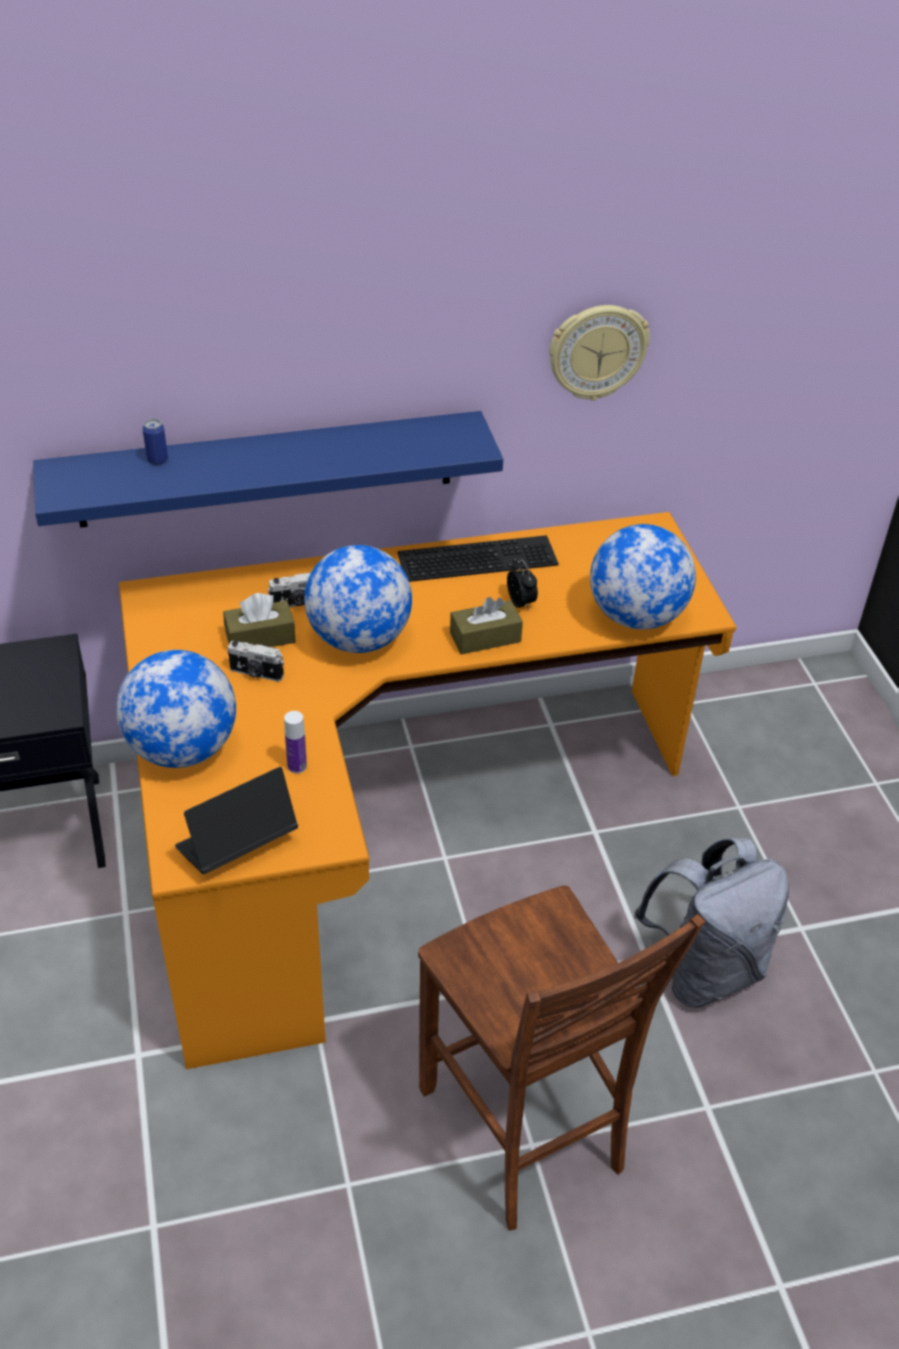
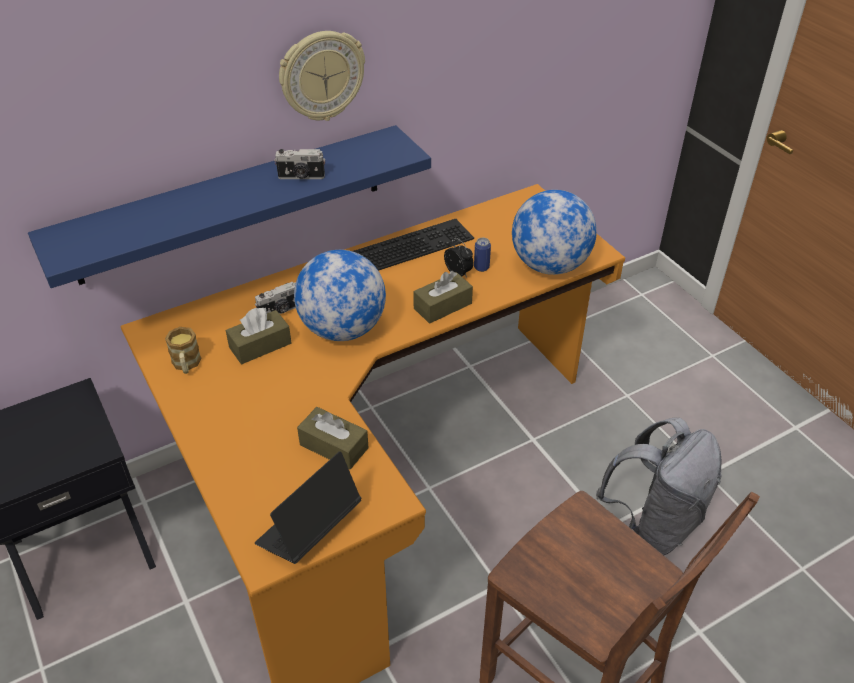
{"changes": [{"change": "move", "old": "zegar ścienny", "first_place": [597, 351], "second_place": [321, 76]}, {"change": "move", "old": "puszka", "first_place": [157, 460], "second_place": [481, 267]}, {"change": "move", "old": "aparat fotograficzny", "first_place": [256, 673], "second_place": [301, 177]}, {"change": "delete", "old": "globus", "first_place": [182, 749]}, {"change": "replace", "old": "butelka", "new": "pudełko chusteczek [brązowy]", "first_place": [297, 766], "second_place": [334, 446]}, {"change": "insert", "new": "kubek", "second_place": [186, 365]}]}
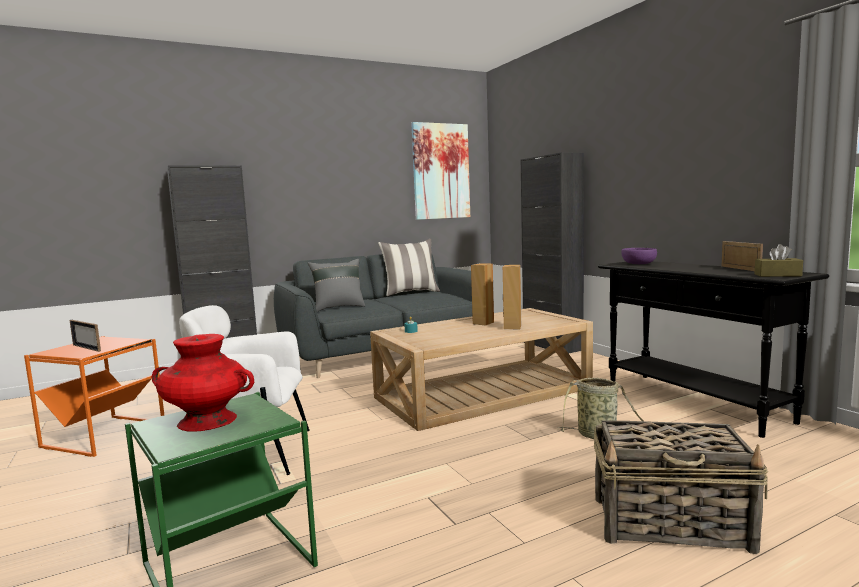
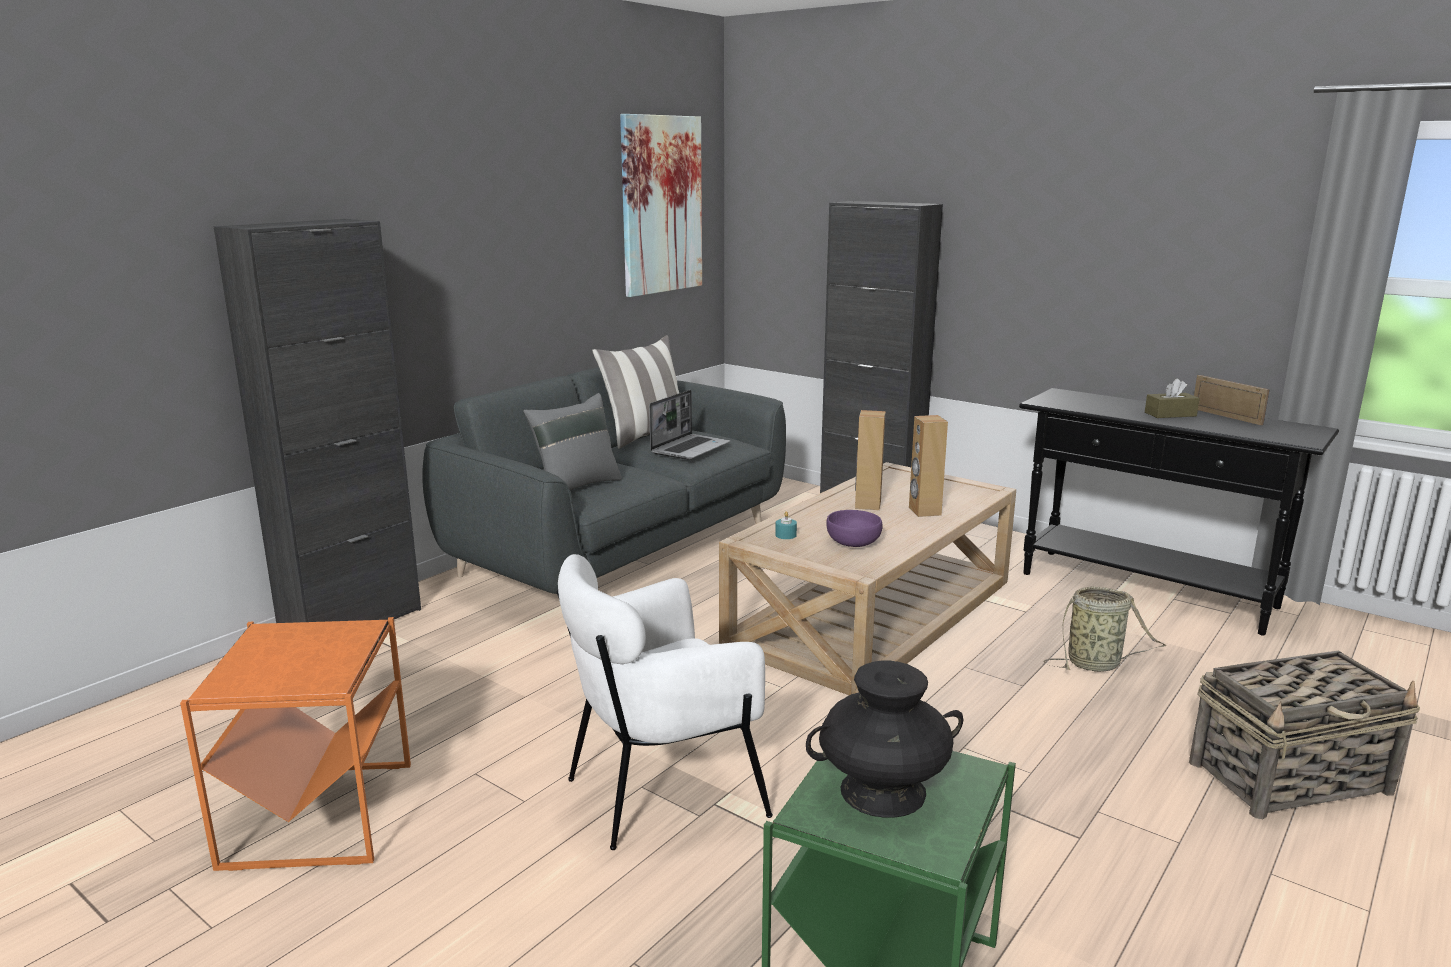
{"changes": [{"change": "move", "old": "pudełko chusteczek [brązowy]", "first_place": [777, 275], "second_place": [1170, 414]}, {"change": "move", "old": "miska [fioletowy]", "first_place": [638, 264], "second_place": [853, 543]}, {"change": "delete", "old": "ramka na zdjęcie", "first_place": [86, 348]}, {"change": "recolor", "old": "wazon [czerwony]", "new": "wazon [czarny]", "first_place": [206, 421], "second_place": [882, 792]}, {"change": "insert", "new": "laptop", "second_place": [690, 448]}]}
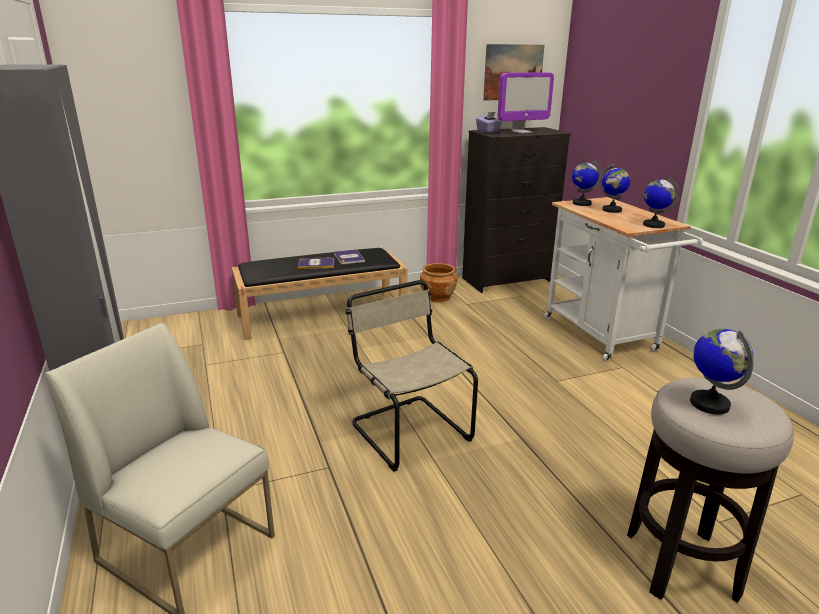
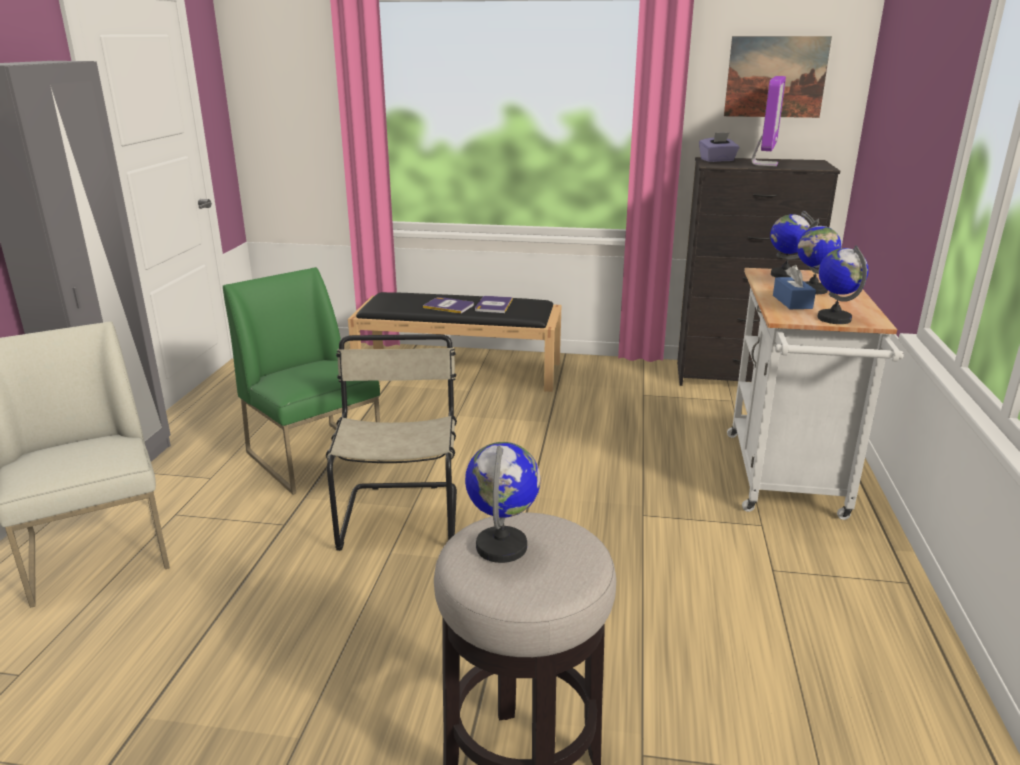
{"changes": [{"change": "rotate", "old": "monitor", "first_place": [521, 132], "second_place": [764, 164], "degrees": -75}, {"change": "delete", "old": "donica [brązowy]", "first_place": [437, 297]}, {"change": "insert", "new": "pudełko chusteczek [niebieski]", "second_place": [792, 302]}, {"change": "insert", "new": "krzesło [zielony]", "second_place": [315, 456]}]}
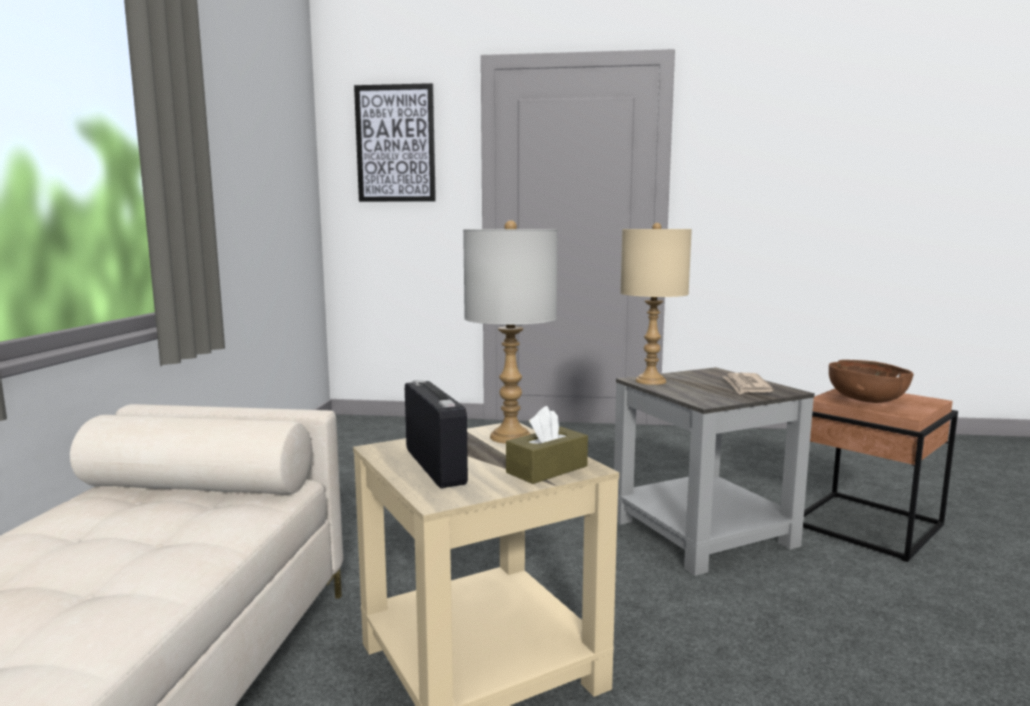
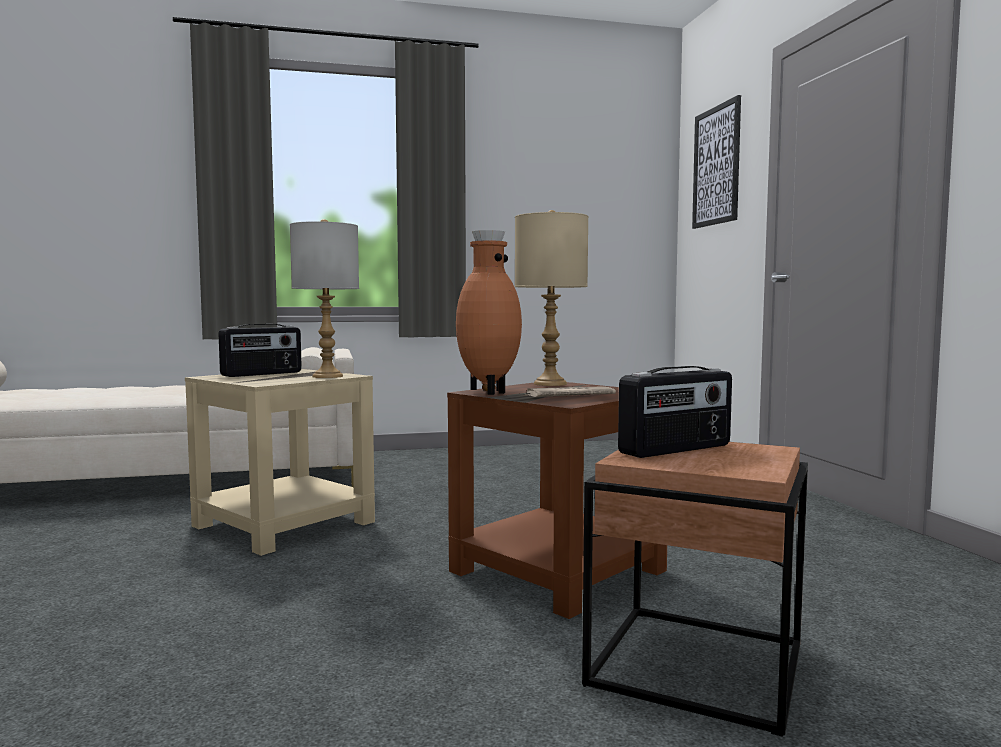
{"changes": [{"change": "replace", "old": "miska [brązowy]", "new": "radio", "first_place": [866, 401], "second_place": [676, 449]}, {"change": "recolor", "old": "stolik [szary]", "new": "stolik [brązowy]", "first_place": [705, 532], "second_place": [558, 572]}, {"change": "delete", "old": "pudełko chusteczek [brązowy]", "first_place": [547, 469]}, {"change": "insert", "new": "wazon [brązowy]", "second_place": [487, 392]}]}
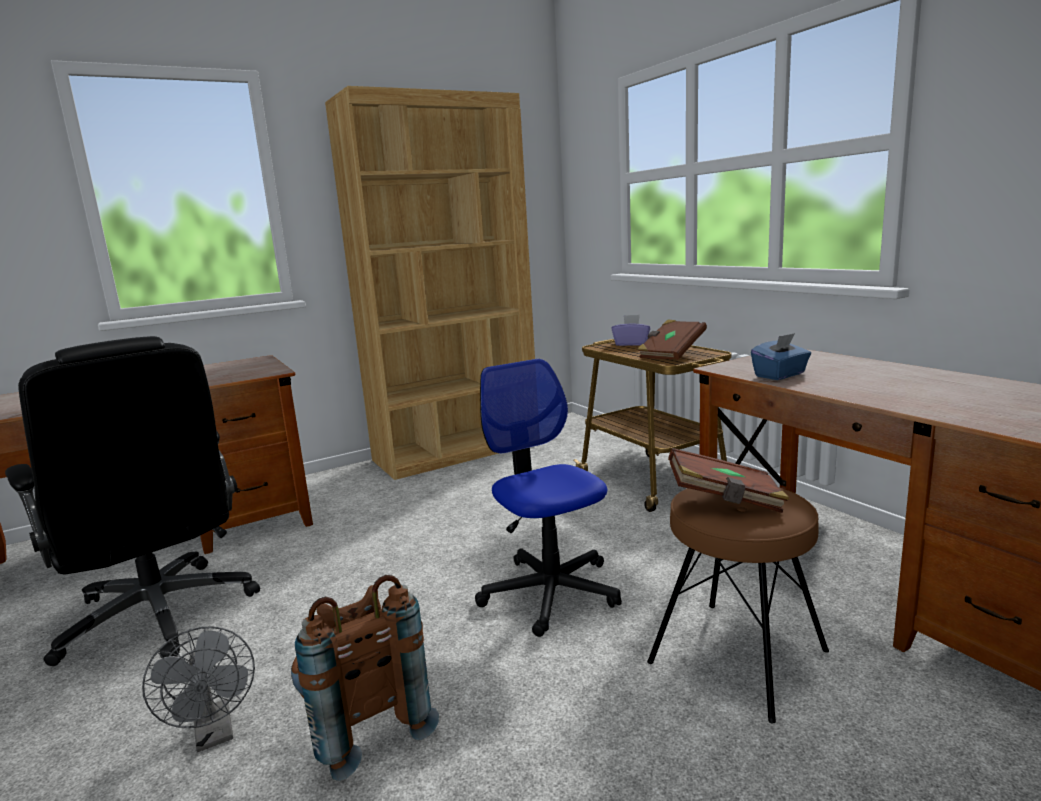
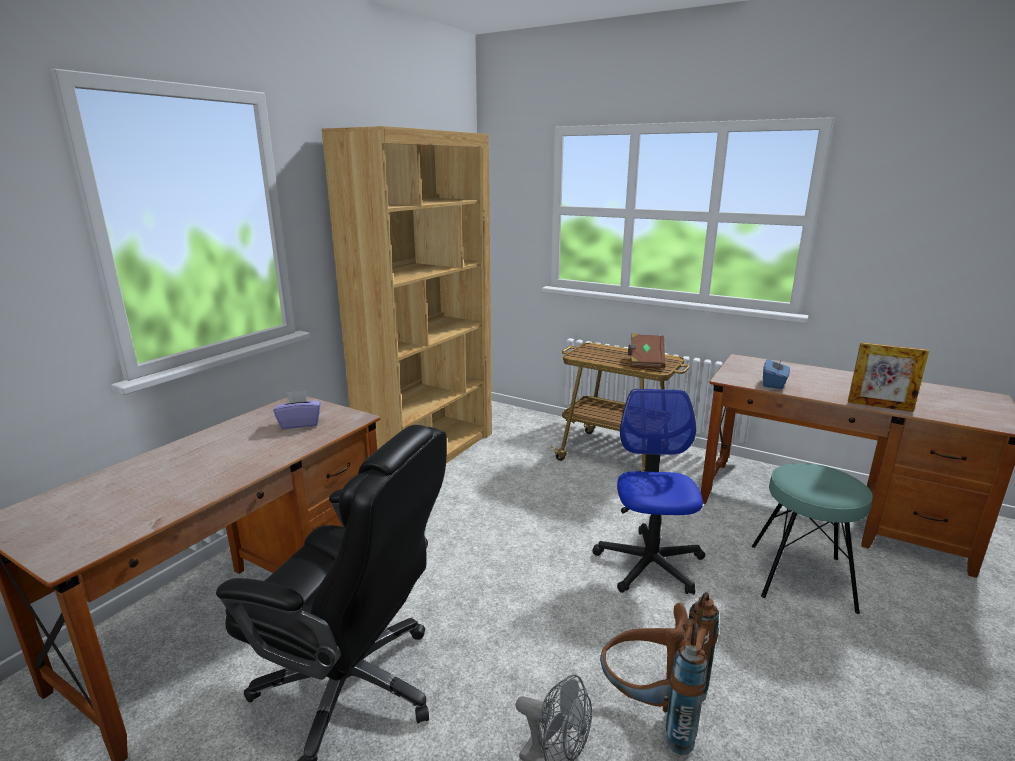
{"changes": [{"change": "move", "old": "pudełko chusteczek [fioletowy]", "first_place": [631, 344], "second_place": [300, 423]}, {"change": "rotate", "old": "krzesło biurowe", "first_place": [550, 592], "second_place": [649, 564], "degrees": 60}, {"change": "delete", "old": "książka [brązowy]", "first_place": [725, 501]}, {"change": "recolor", "old": "stołek [brązowy]", "new": "stołek [turkusowy]", "first_place": [738, 656], "second_place": [801, 577]}, {"change": "insert", "new": "ramka na zdjęcie", "second_place": [879, 406]}]}
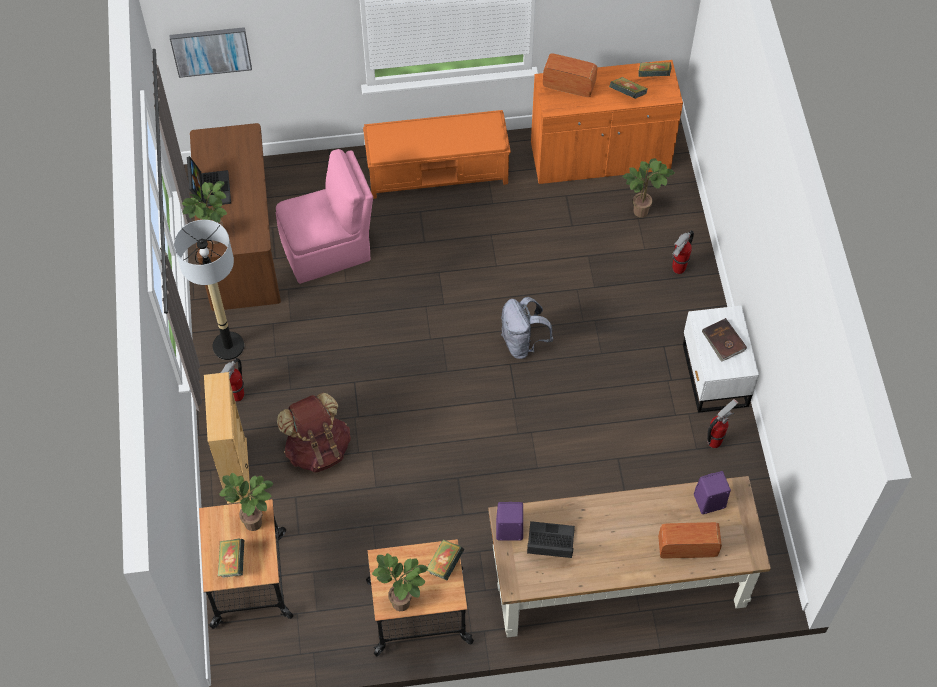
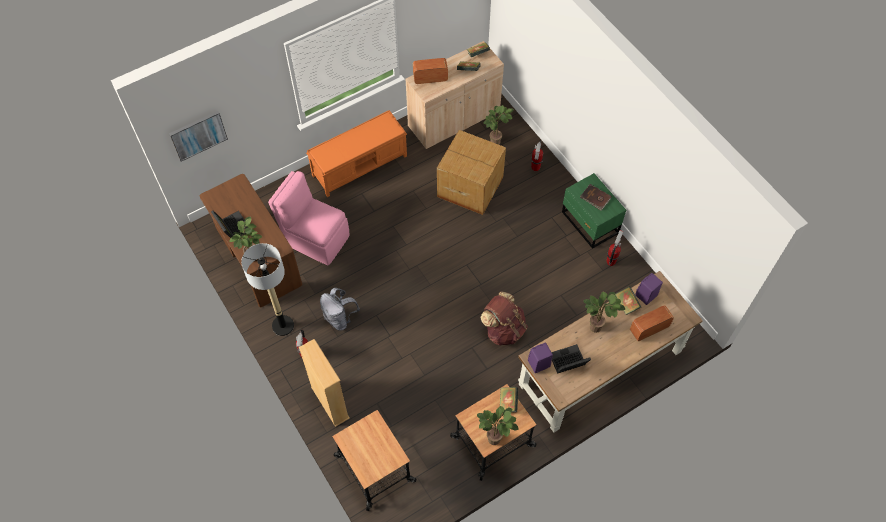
{"changes": [{"change": "recolor", "old": "szafka [pomarańczowy]", "new": "szafka [beżowy]", "first_place": [600, 157], "second_place": [454, 119]}, {"change": "rotate", "old": "krzesło [różowy]", "first_place": [328, 249], "second_place": [315, 239], "degrees": -105}, {"change": "move", "old": "plecak [szary]", "first_place": [522, 343], "second_place": [340, 318]}, {"change": "recolor", "old": "szafka nocna [biały]", "new": "szafka nocna [zielony]", "first_place": [713, 376], "second_place": [589, 223]}, {"change": "move", "old": "plecak [brązowy]", "first_place": [317, 448], "second_place": [503, 329]}, {"change": "move", "old": "roślina doniczkowa", "first_place": [256, 522], "second_place": [597, 326]}, {"change": "move", "old": "książka", "first_place": [232, 562], "second_place": [626, 304]}, {"change": "insert", "new": "karton", "second_place": [469, 186]}]}
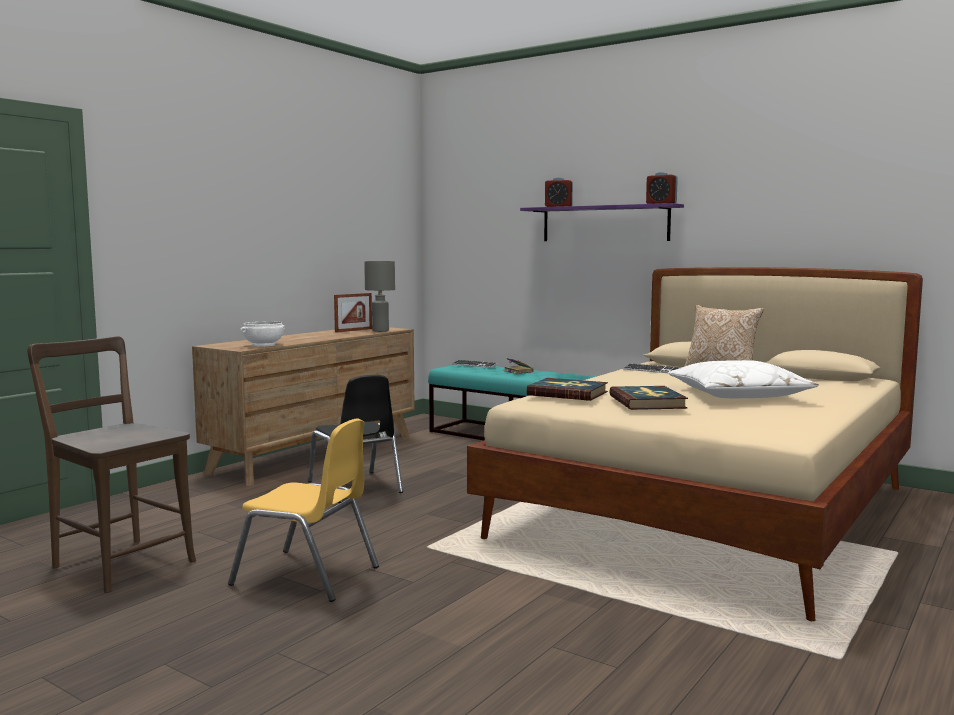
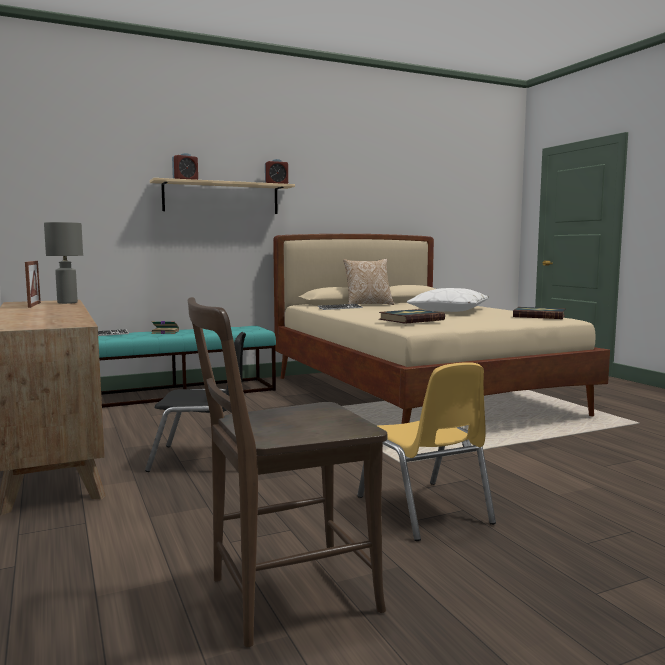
{"changes": [{"change": "recolor", "old": "półka [fioletowy]", "new": "półka [beżowy]", "first_place": [604, 223], "second_place": [221, 198]}, {"change": "delete", "old": "miska [biały]", "first_place": [264, 345]}, {"change": "move", "old": "książka", "first_place": [647, 402], "second_place": [539, 316]}, {"change": "rotate", "old": "krzesło [żółty]", "first_place": [306, 576], "second_place": [424, 510], "degrees": 105}]}
